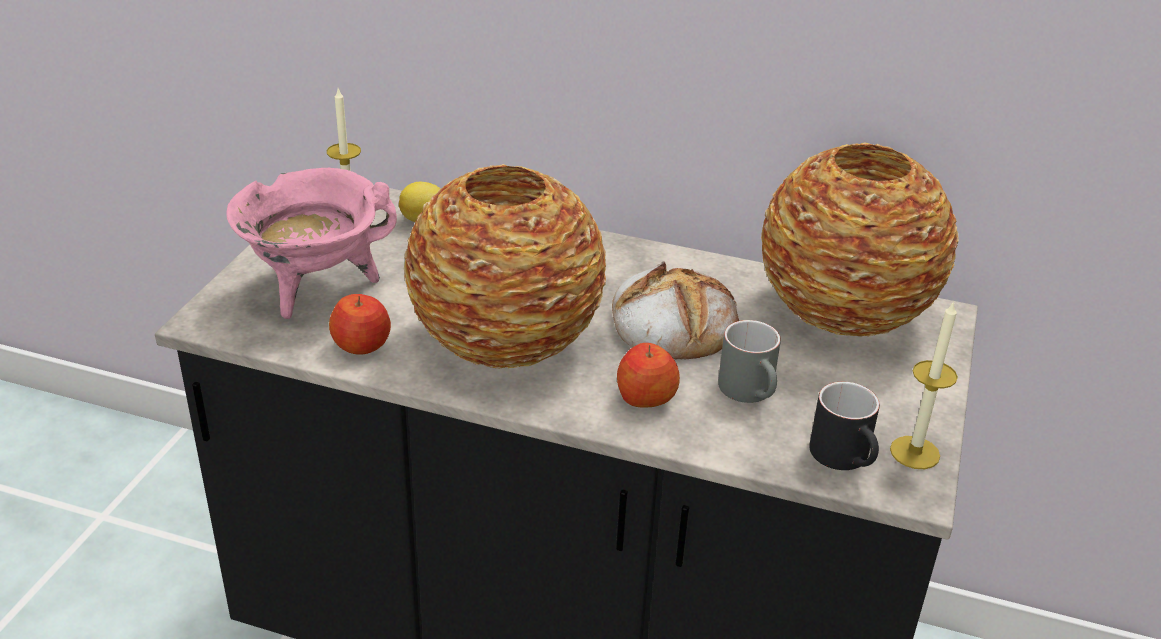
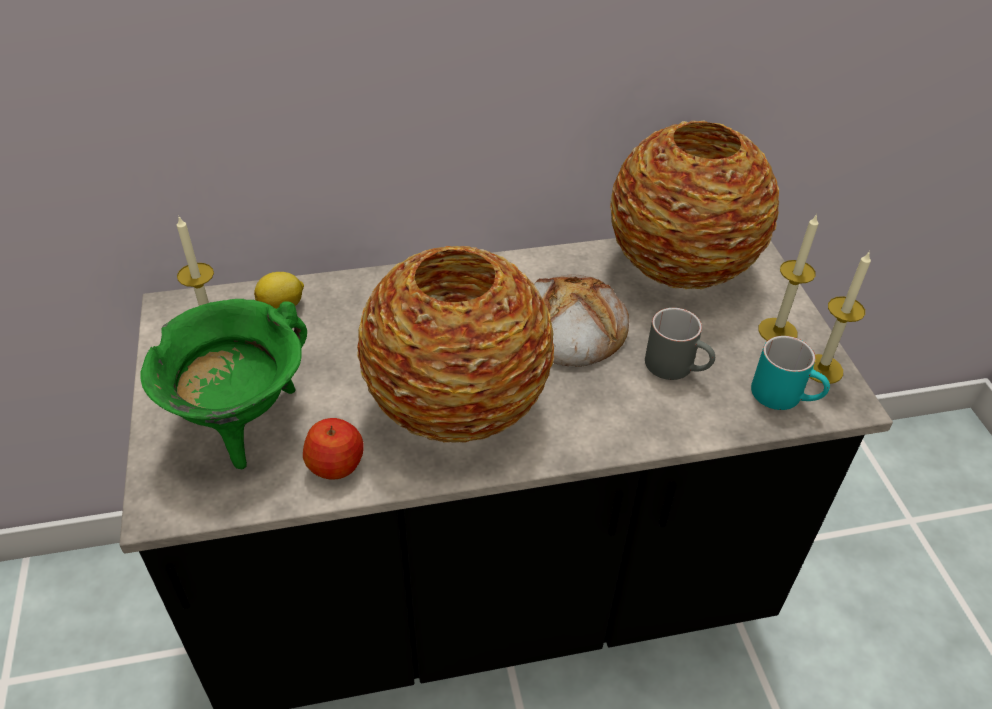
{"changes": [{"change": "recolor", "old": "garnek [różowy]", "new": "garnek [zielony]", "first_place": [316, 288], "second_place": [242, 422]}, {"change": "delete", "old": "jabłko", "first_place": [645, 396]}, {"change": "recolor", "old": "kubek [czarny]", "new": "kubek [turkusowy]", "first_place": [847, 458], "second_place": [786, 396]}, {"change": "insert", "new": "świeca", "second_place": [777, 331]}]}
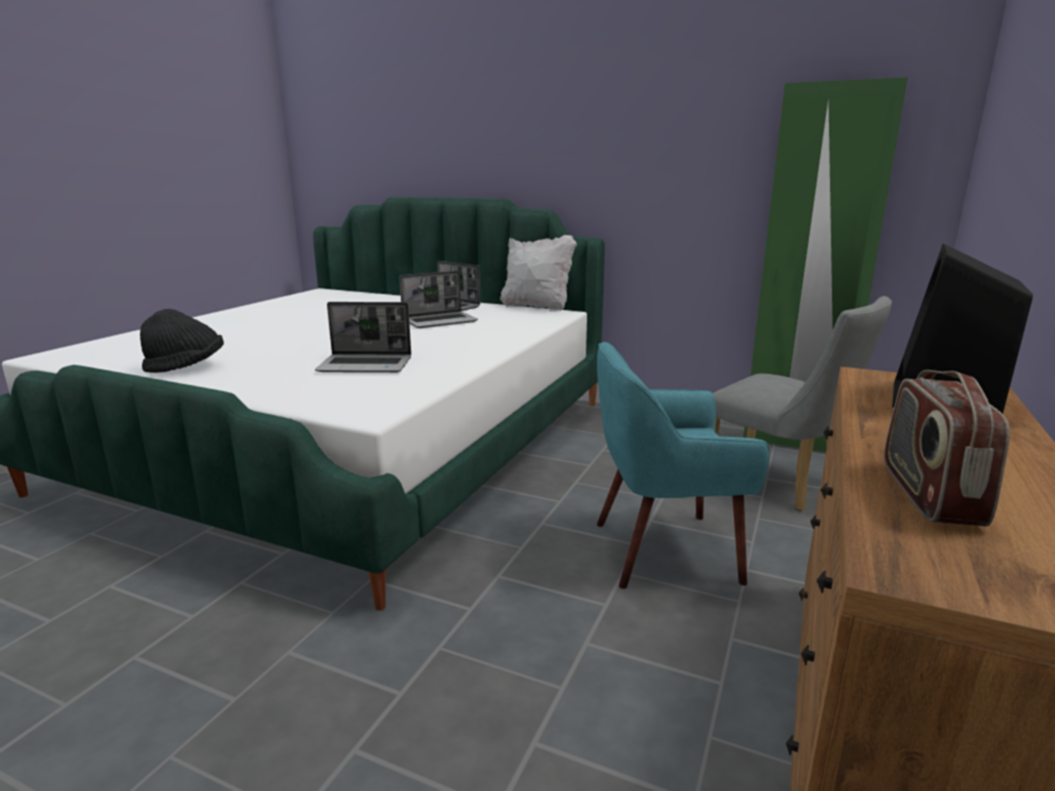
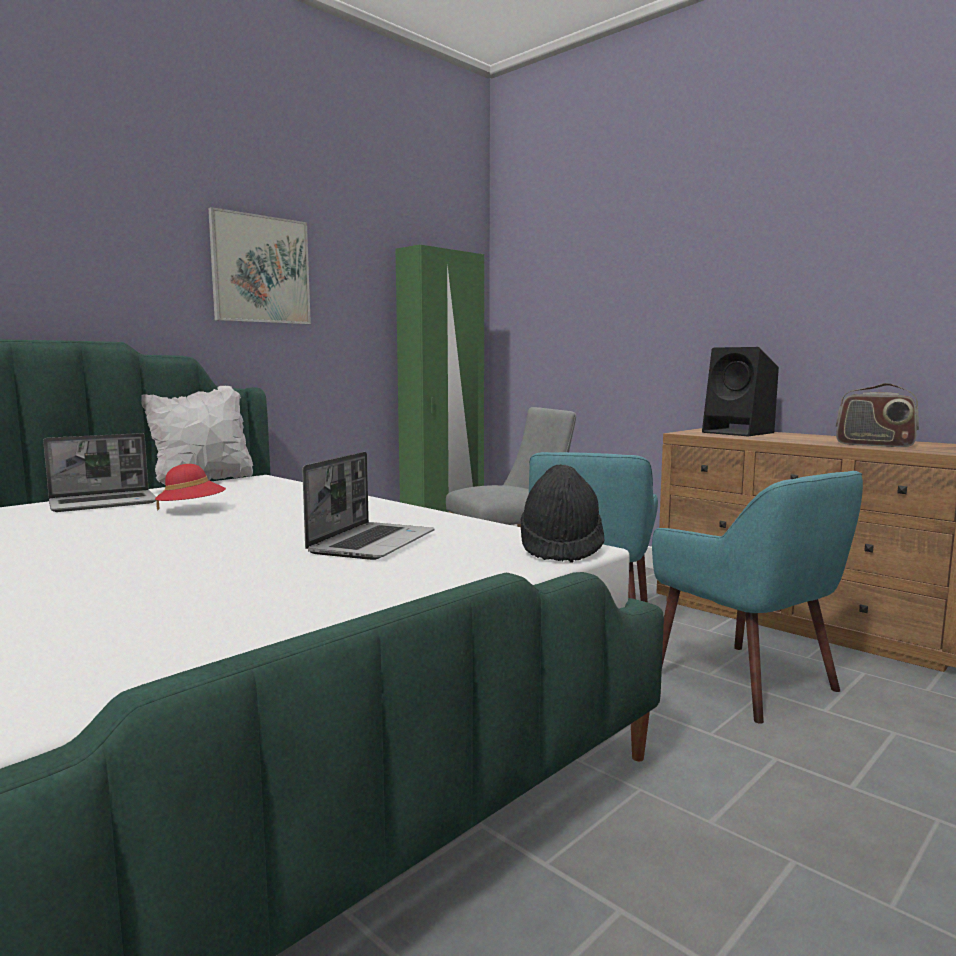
{"changes": [{"change": "replace", "old": "laptop", "new": "kapelusz [czerwony]", "first_place": [440, 321], "second_place": [192, 510]}, {"change": "move", "old": "kapelusz [czarny]", "first_place": [187, 367], "second_place": [560, 548]}, {"change": "insert", "new": "obraz", "second_place": [261, 269]}, {"change": "insert", "new": "fotel [turkusowy]", "second_place": [747, 682]}]}
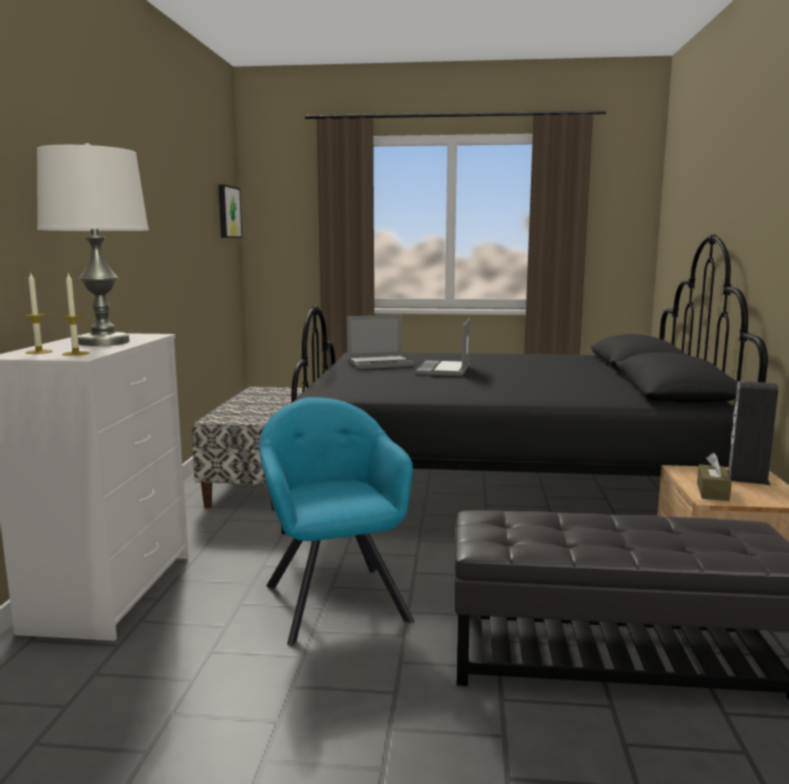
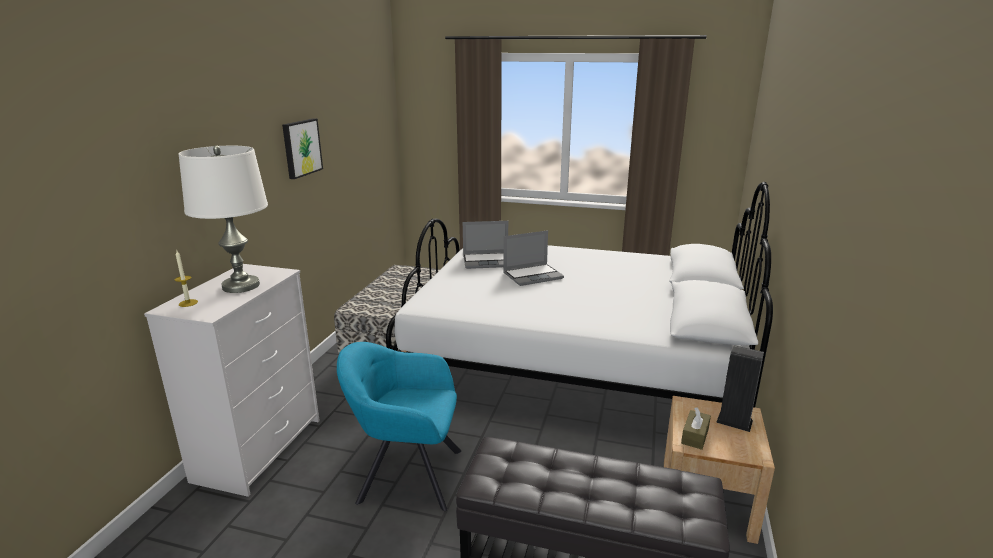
{"changes": [{"change": "move", "old": "obraz", "first_place": [228, 212], "second_place": [301, 148]}, {"change": "recolor", "old": "łóżko [czarny]", "new": "łóżko [biały]", "first_place": [498, 488], "second_place": [573, 368]}, {"change": "delete", "old": "świeca", "first_place": [76, 353]}, {"change": "rotate", "old": "laptop", "first_place": [444, 370], "second_place": [533, 275], "degrees": -135}, {"change": "rotate", "old": "fotel [turkusowy]", "first_place": [334, 599], "second_place": [406, 475], "degrees": -75}]}
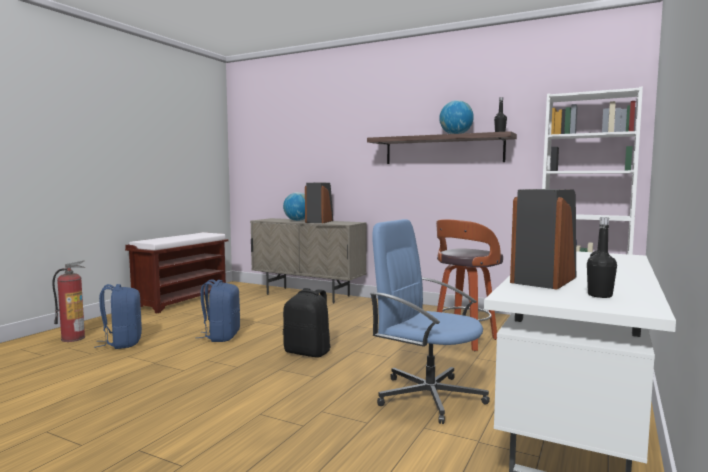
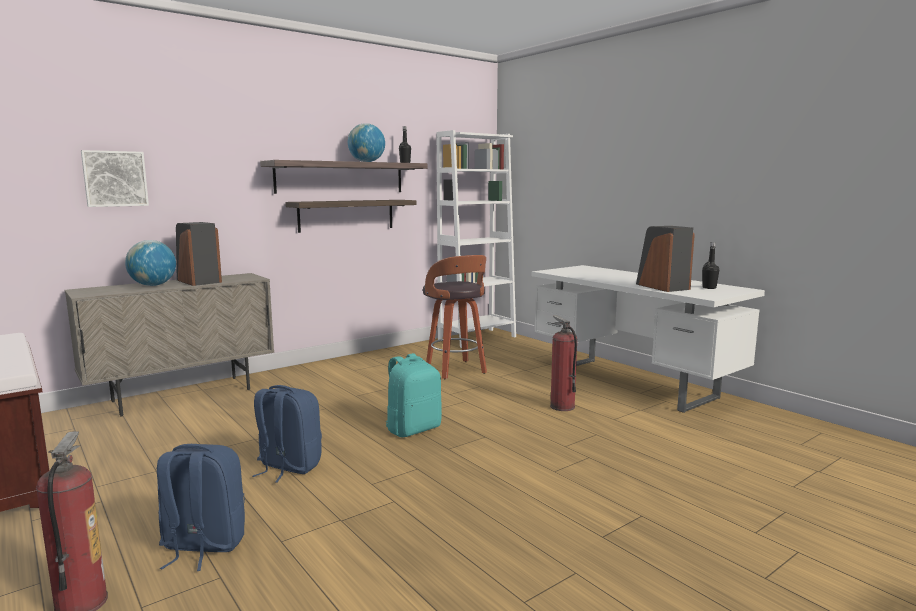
{"changes": [{"change": "replace", "old": "krzesło biurowe [niebieski]", "new": "gaśnica", "first_place": [428, 396], "second_place": [562, 406]}, {"change": "recolor", "old": "plecak [czarny]", "new": "plecak [turkusowy]", "first_place": [308, 352], "second_place": [413, 429]}, {"change": "insert", "new": "obraz", "second_place": [115, 178]}, {"change": "insert", "new": "półka", "second_place": [346, 215]}]}
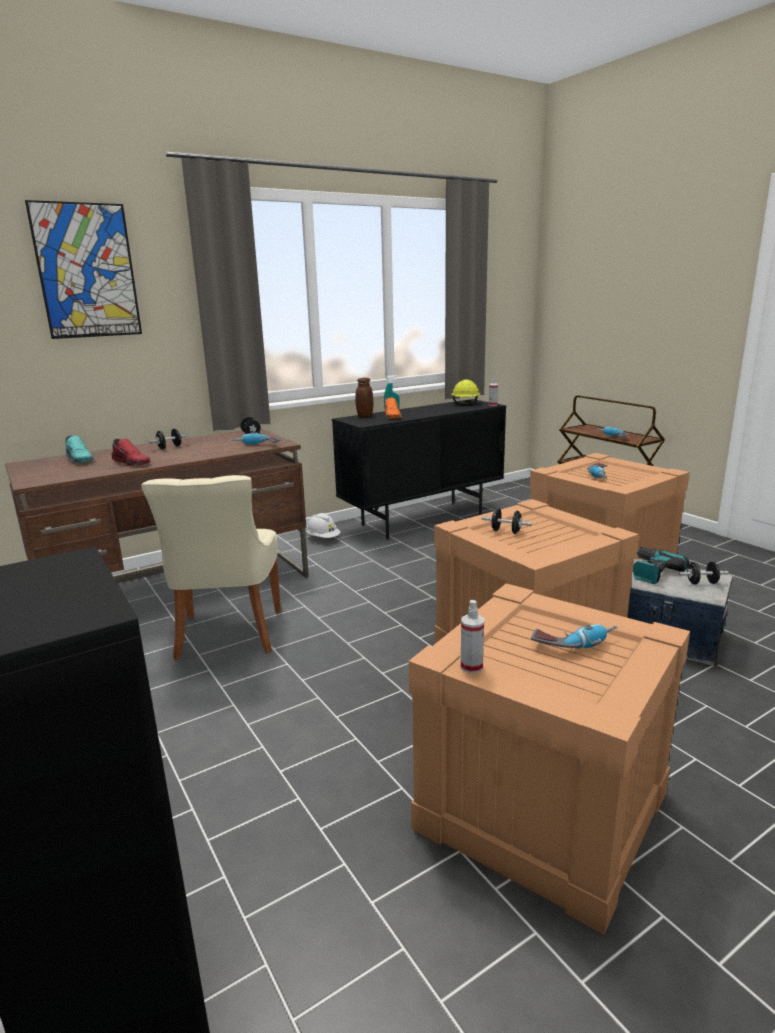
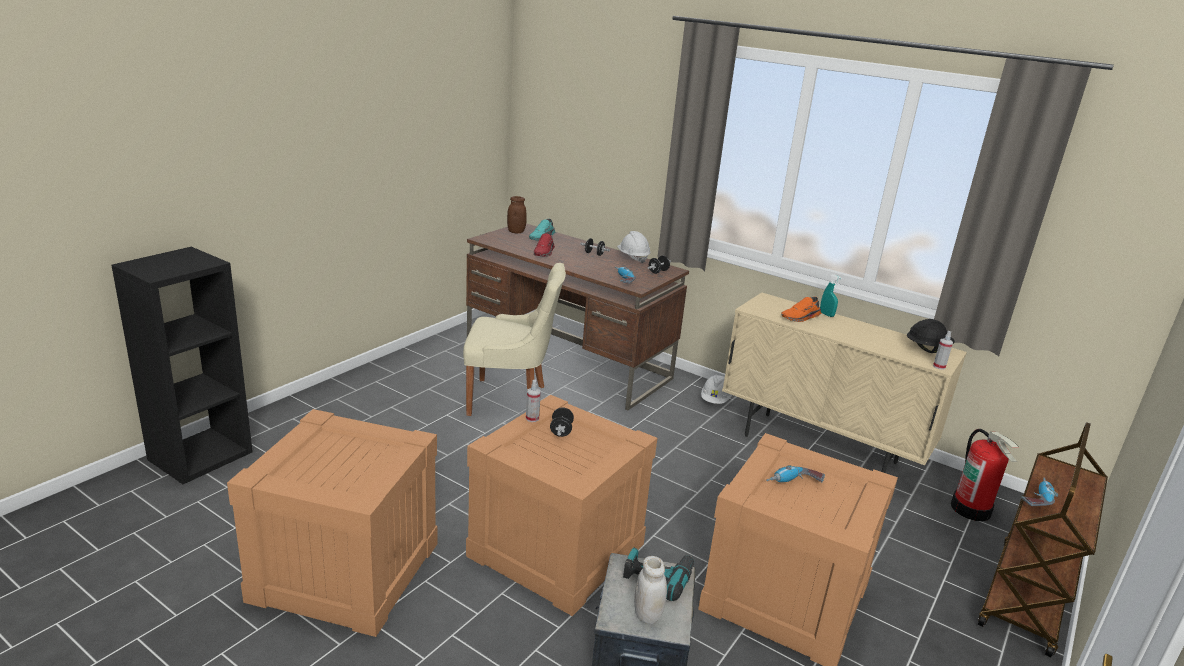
{"changes": [{"change": "delete", "old": "obraz", "first_place": [87, 271]}, {"change": "move", "old": "słoik [brązowy]", "first_place": [364, 416], "second_place": [516, 231]}, {"change": "recolor", "old": "kask [żółty]", "new": "kask [czarny]", "first_place": [465, 403], "second_place": [927, 349]}, {"change": "recolor", "old": "szafka [czarny]", "new": "szafka [beżowy]", "first_place": [423, 520], "second_place": [820, 449]}, {"change": "rotate", "old": "krzesło [beżowy]", "first_place": [228, 636], "second_place": [510, 400], "degrees": -150}, {"change": "replace", "old": "hantel [czarny]", "new": "słoik [biały]", "first_place": [701, 583], "second_place": [647, 615]}, {"change": "move", "old": "spryskiwacz", "first_place": [471, 667], "second_place": [532, 418]}, {"change": "delete", "old": "wiertarka", "first_place": [574, 643]}, {"change": "insert", "new": "kask [biały]", "second_place": [633, 257]}, {"change": "insert", "new": "gaśnica", "second_place": [971, 509]}]}
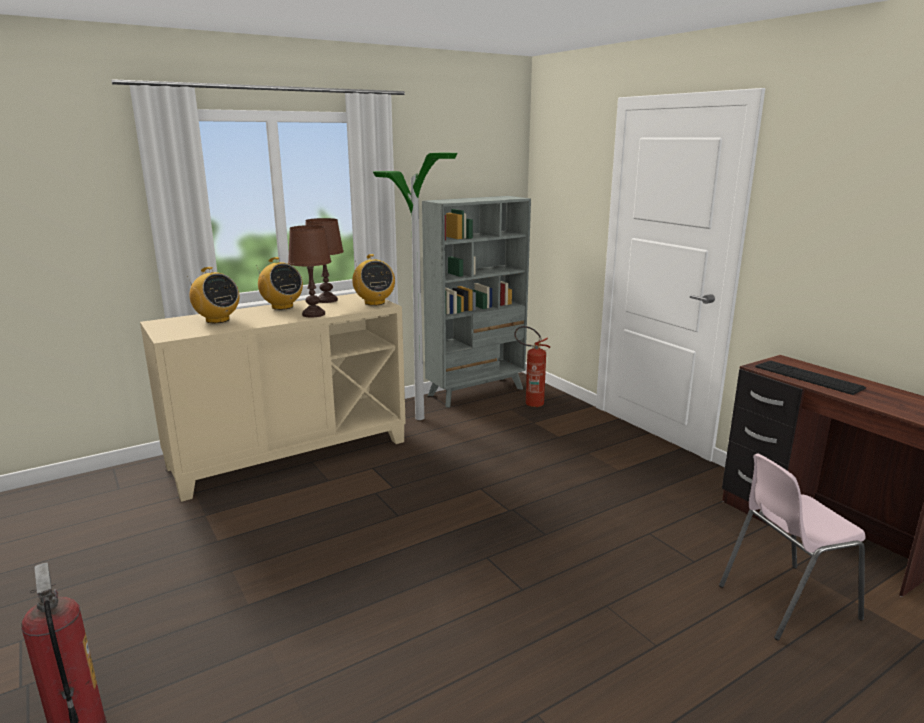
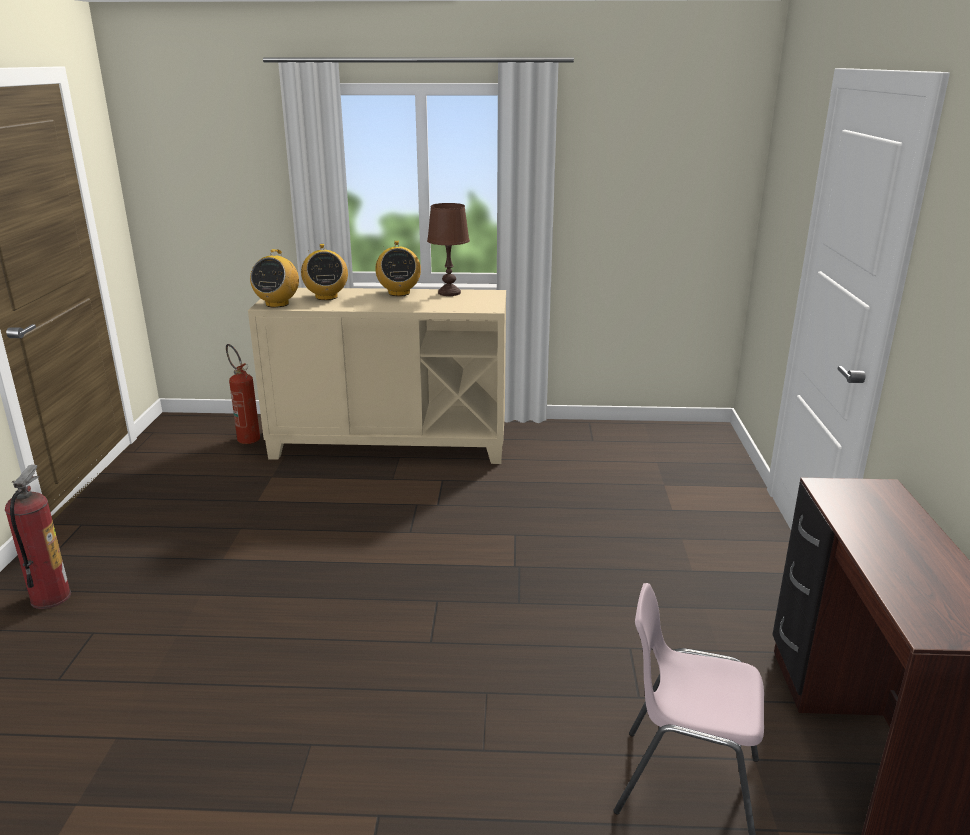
{"changes": [{"change": "delete", "old": "lampa stojąca", "first_place": [420, 418]}, {"change": "delete", "old": "regał [szary]", "first_place": [476, 392]}, {"change": "delete", "old": "lampa stołowa [brązowy]", "first_place": [313, 314]}, {"change": "move", "old": "radio", "first_place": [374, 303], "second_place": [277, 304]}, {"change": "move", "old": "gaśnica", "first_place": [529, 403], "second_place": [246, 438]}, {"change": "delete", "old": "klawiatura", "first_place": [808, 377]}]}
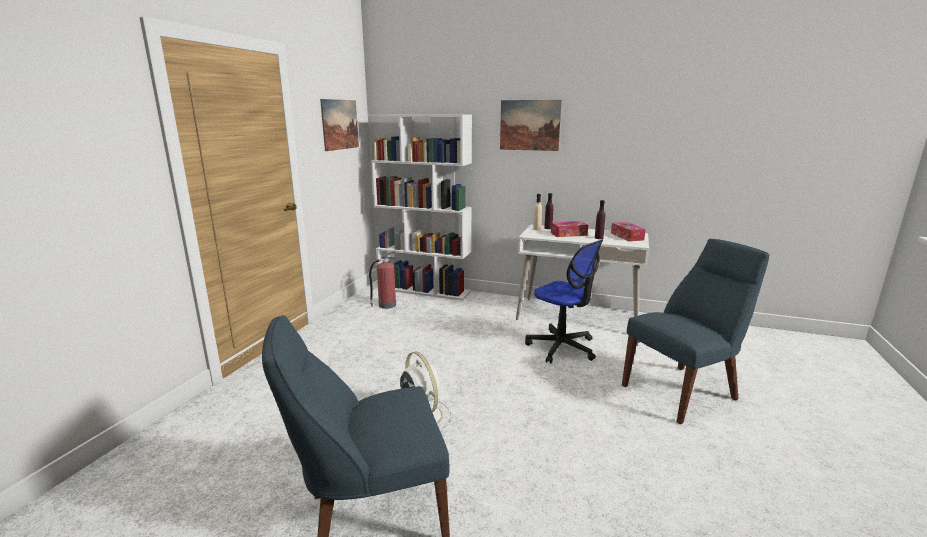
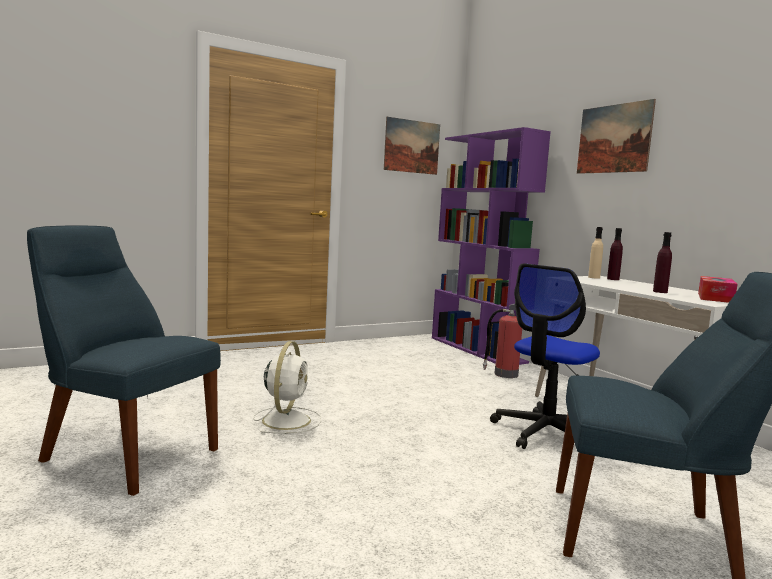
{"changes": [{"change": "recolor", "old": "regał [biały]", "new": "regał [fioletowy]", "first_place": [425, 290], "second_place": [477, 350]}, {"change": "delete", "old": "pudełko chusteczek", "first_place": [568, 234]}, {"change": "rotate", "old": "krzesło biurowe", "first_place": [562, 347], "second_place": [545, 433], "degrees": 45}, {"change": "move", "old": "gaśnica", "first_place": [386, 305], "second_place": [504, 374]}]}
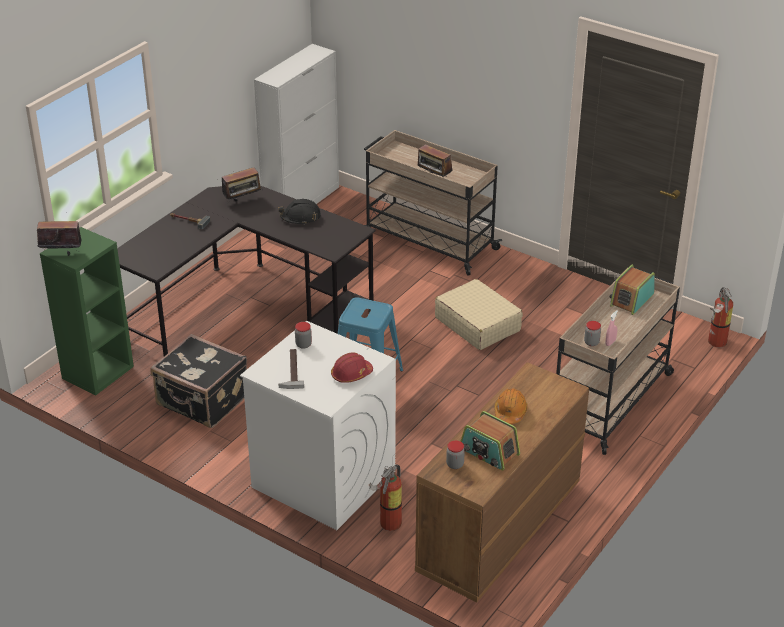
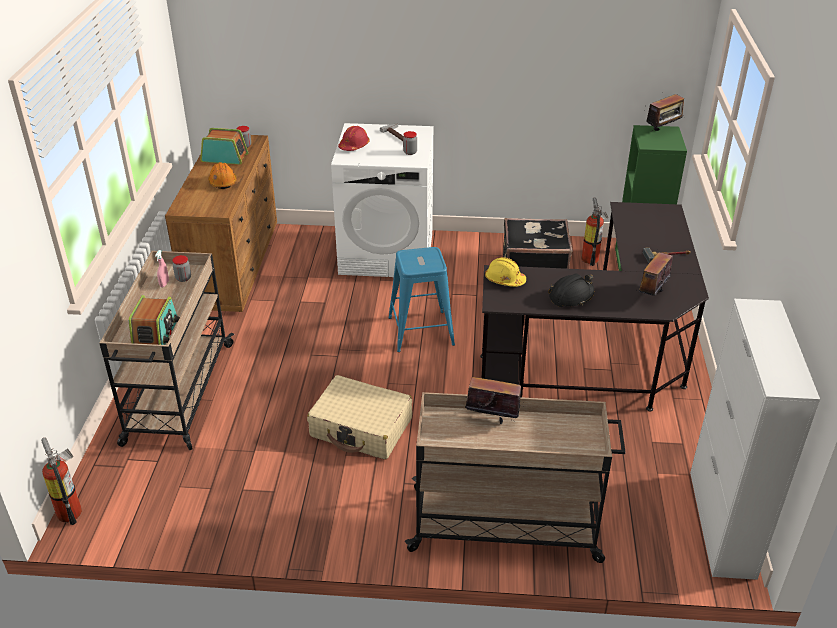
{"changes": [{"change": "move", "old": "gaśnica", "first_place": [387, 524], "second_place": [591, 258]}, {"change": "insert", "new": "kask [żółty]", "second_place": [504, 280]}]}
